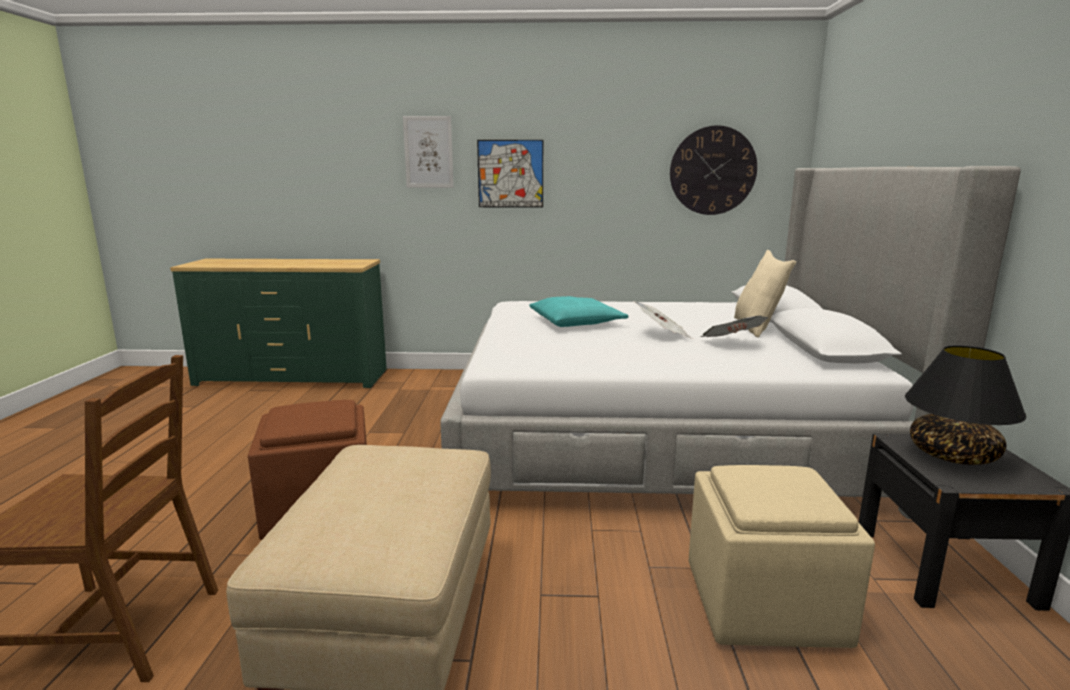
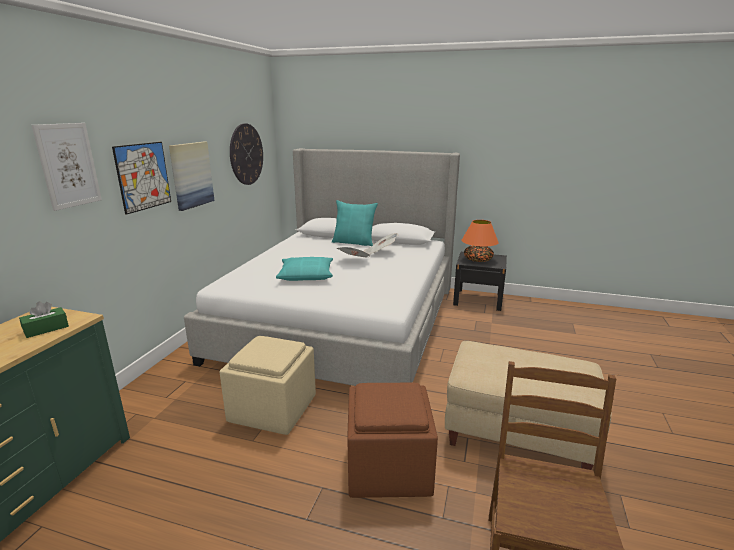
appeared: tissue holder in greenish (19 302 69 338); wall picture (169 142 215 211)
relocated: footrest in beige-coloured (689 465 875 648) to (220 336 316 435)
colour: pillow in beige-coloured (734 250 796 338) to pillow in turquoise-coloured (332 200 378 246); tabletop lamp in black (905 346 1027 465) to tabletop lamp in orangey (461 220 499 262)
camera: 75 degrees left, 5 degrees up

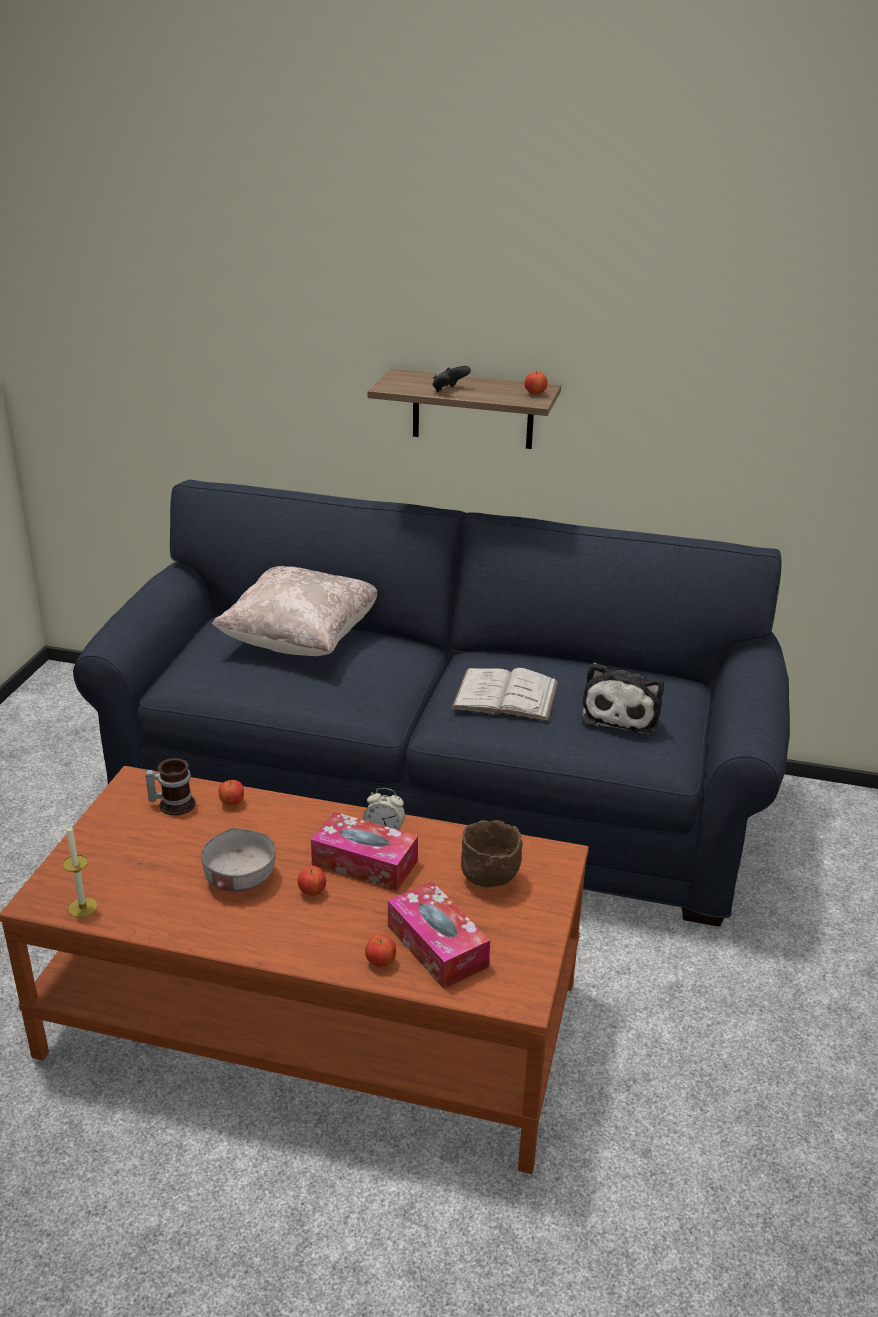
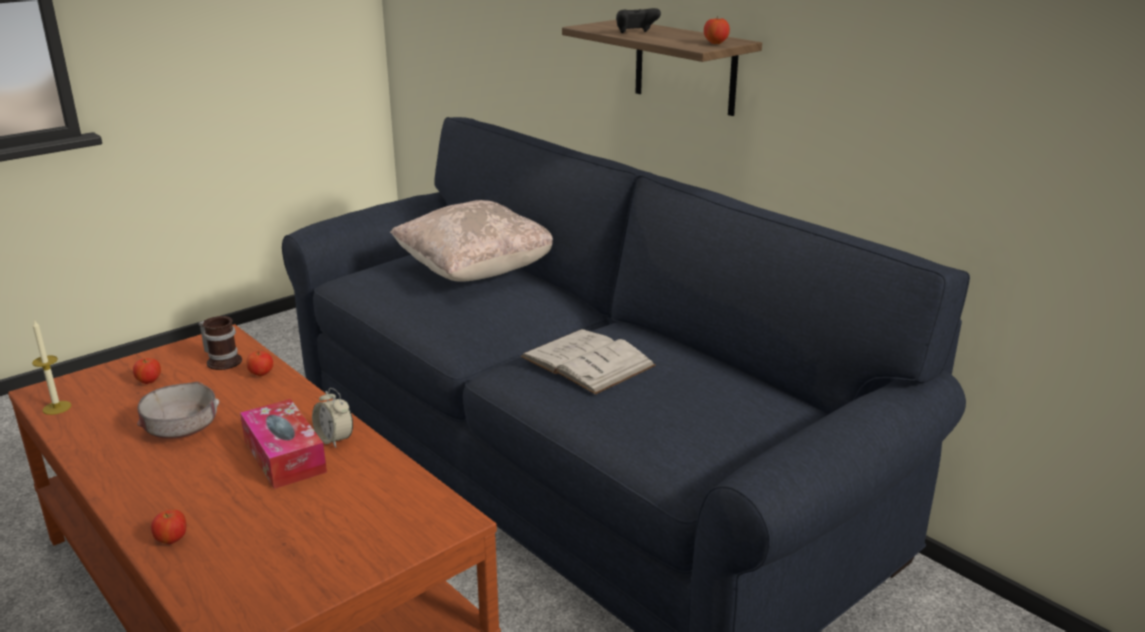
missing: tissue holder (388 881 490 989); serving bowl in brown (461 820 523 887); cuddly toy (582 663 664 735)
relocated: apple fruit (298 866 326 896) to (133 358 161 384)
camera: 35 degrees right, 5 degrees down

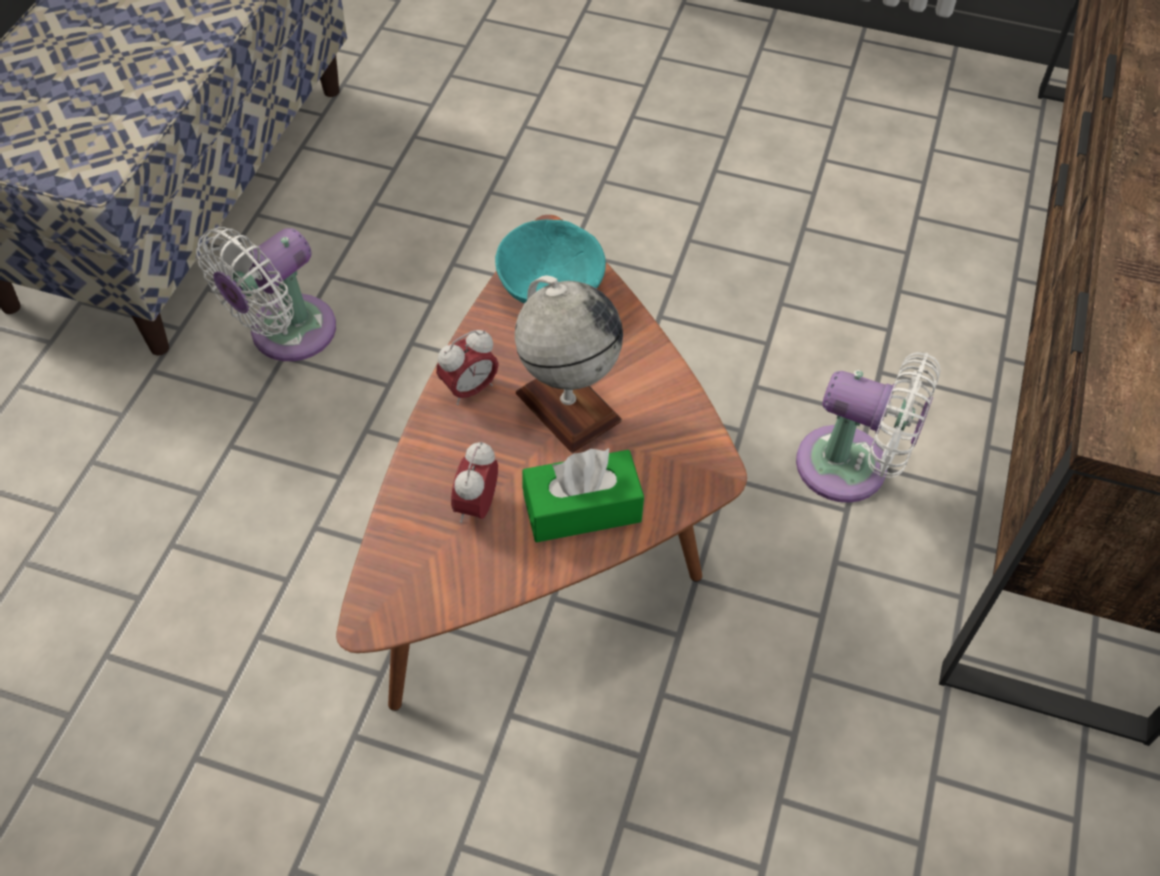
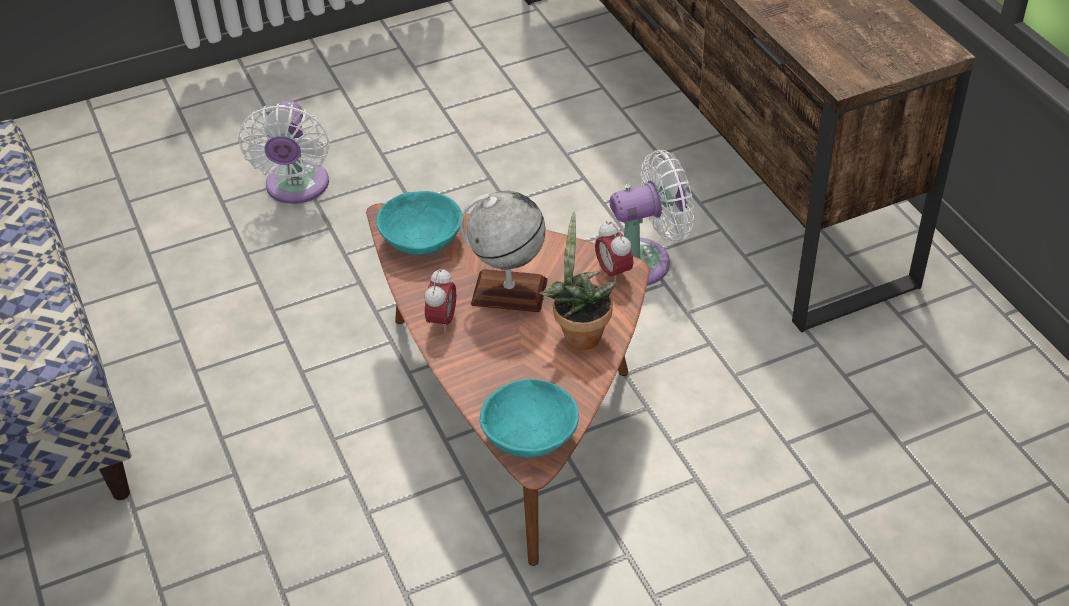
appeared: serving bowl in turquoise-coloured (480 379 579 458)
relocated: fan in white-coloured (196 227 336 361) to (238 100 329 204); table clock (451 441 498 523) to (595 221 633 283)
exchanged: tissue holder in greenish (523 448 644 543) to potted plant (539 212 616 350)
camera: 40 degrees left, 10 degrees down

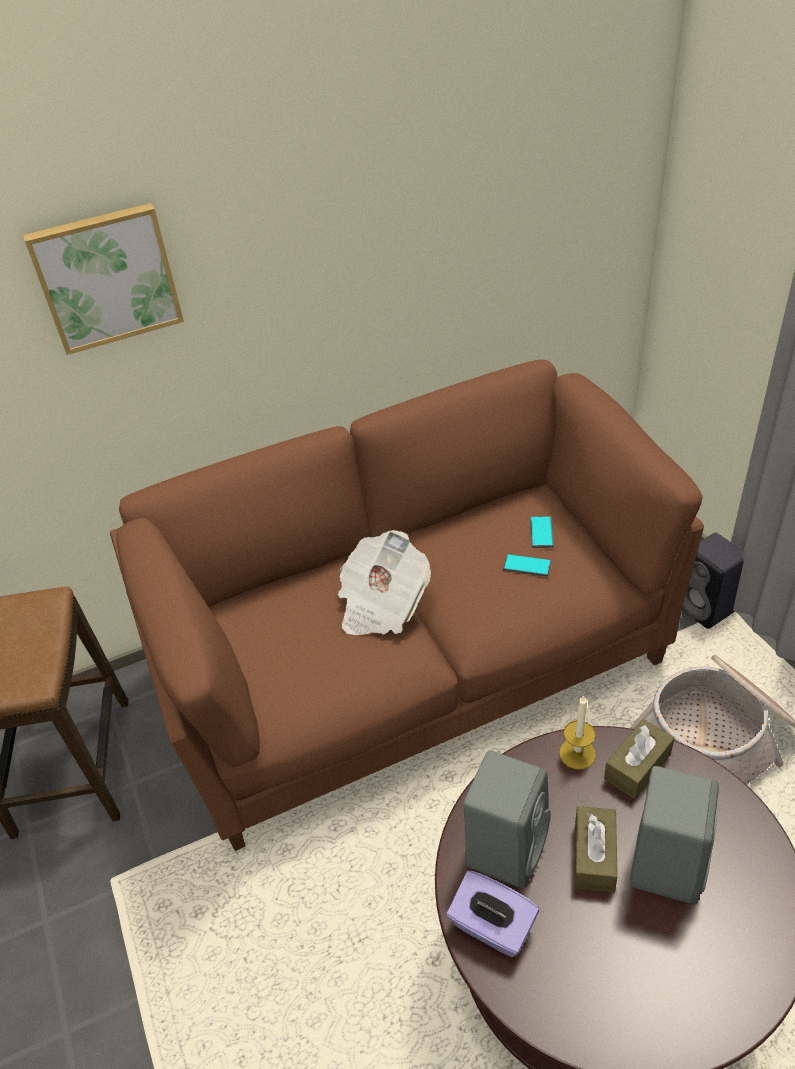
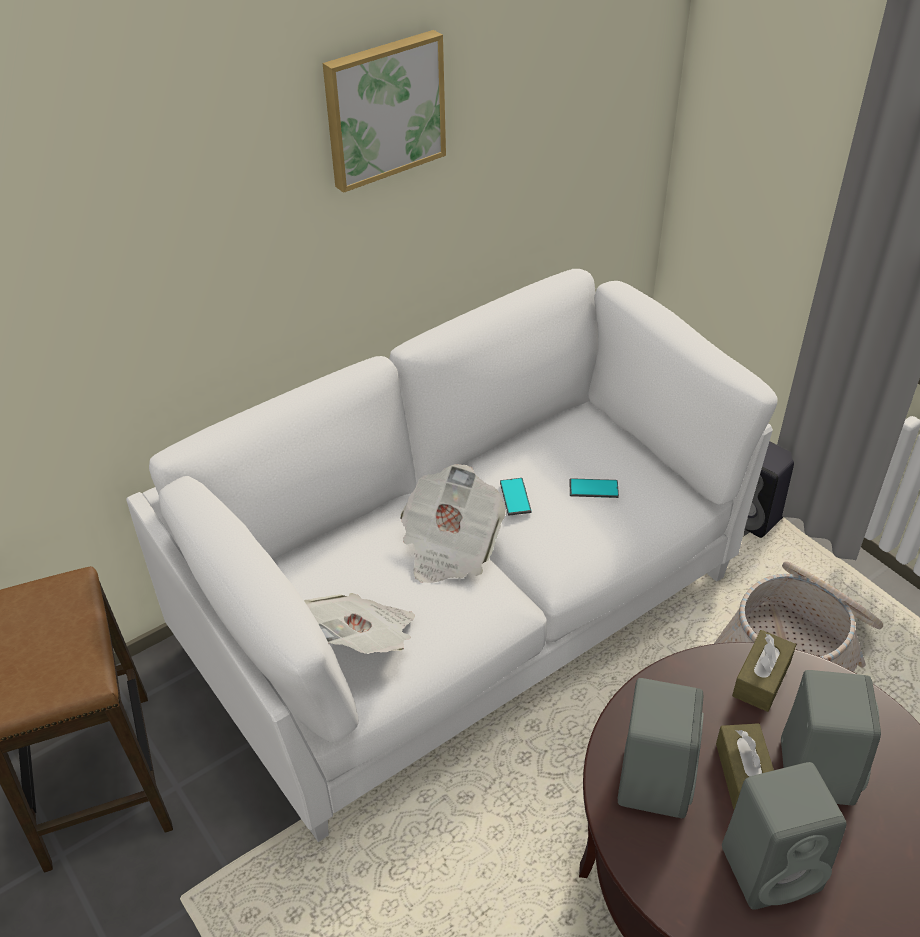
missing: tissue holder in purple (447 870 539 957); candle (559 695 596 769)
appeared: daily paper (304 593 415 654); audio speaker in grey (722 762 847 910)
relocated: wall picture (23 203 184 355) to (323 30 446 193); telephone (530 516 554 548) to (500 478 531 515)
colour: couch in brown (110 359 704 851) to couch in white-coloured (126 269 777 842)
camera: 15 degrees left, 0 degrees up

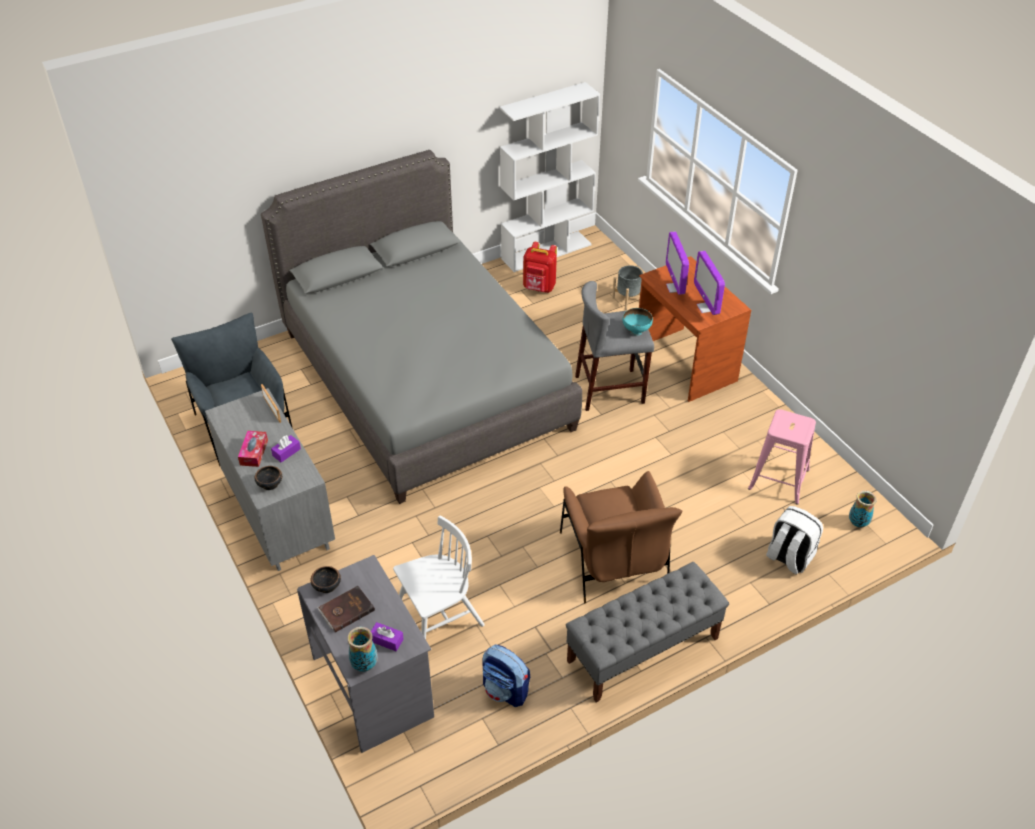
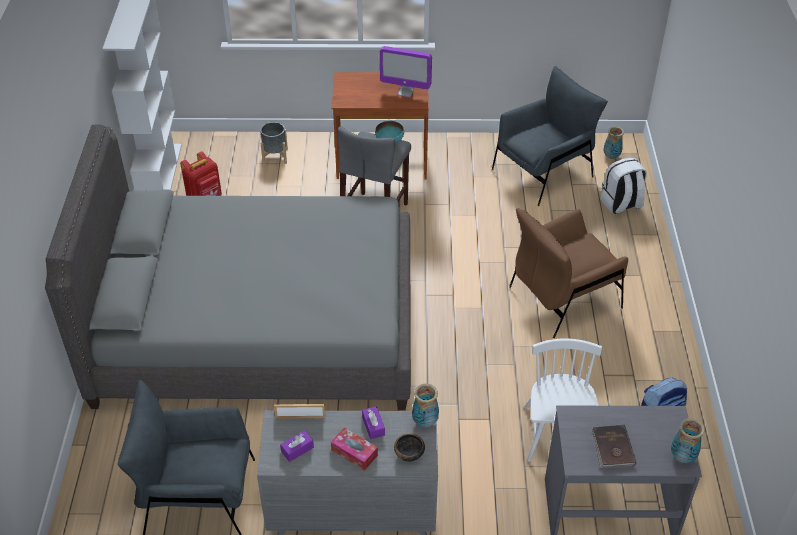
missing: serving bowl (311 566 341 593); indoor bench in grey (566 562 729 703); computer display (666 231 689 295)
appeared: flower vase (412 384 439 427)
relocated: tissue holder in purple (371 622 404 651) to (280 430 314 462)
exchanged: stool in pink (748 409 816 504) to armchair in grey (492 66 608 206)
spun: armchair in brown (560 471 683 603) = (509 208 628 338) 135 degrees clockwise
camera: 60 degrees left, 0 degrees up

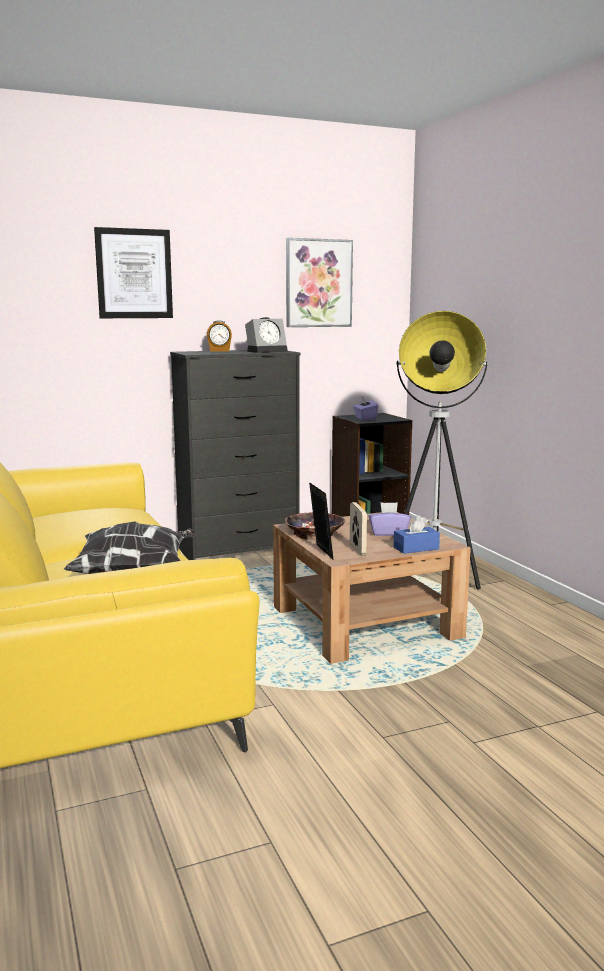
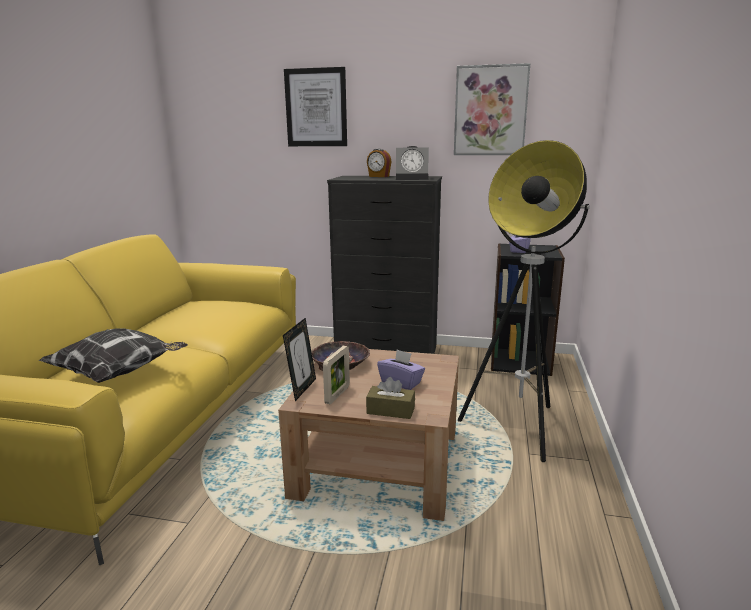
colour: tissue holder in blue (394 515 440 554) to tissue holder in brown (366 377 415 419)
camera: 35 degrees right, 5 degrees up

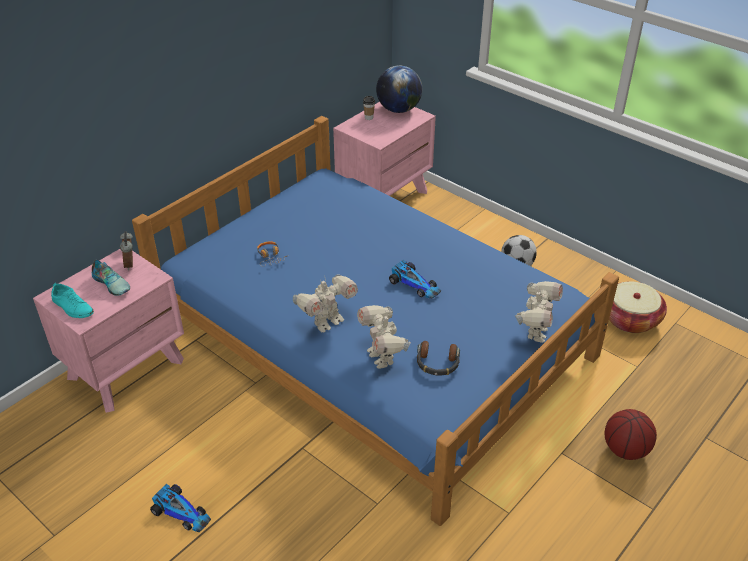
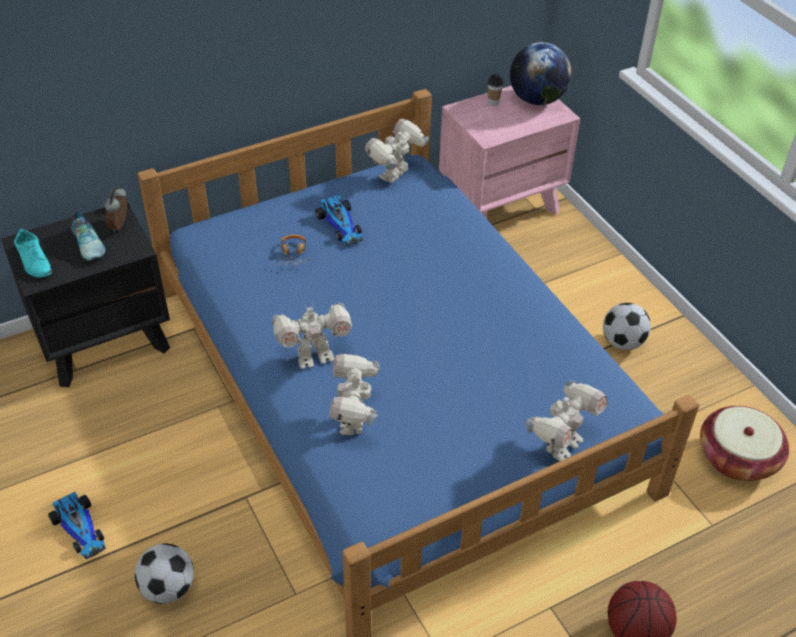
missing: pair of headphones (417 341 460 376)
appeared: ball for football (135 544 194 604); toy robot (365 119 429 183)
relocated: model car (389 260 441 299) to (315 195 363 245)
colour: nightstand in pink (33 249 184 413) to nightstand in black (1 202 170 387)
camera: 20 degrees right, 5 degrees up

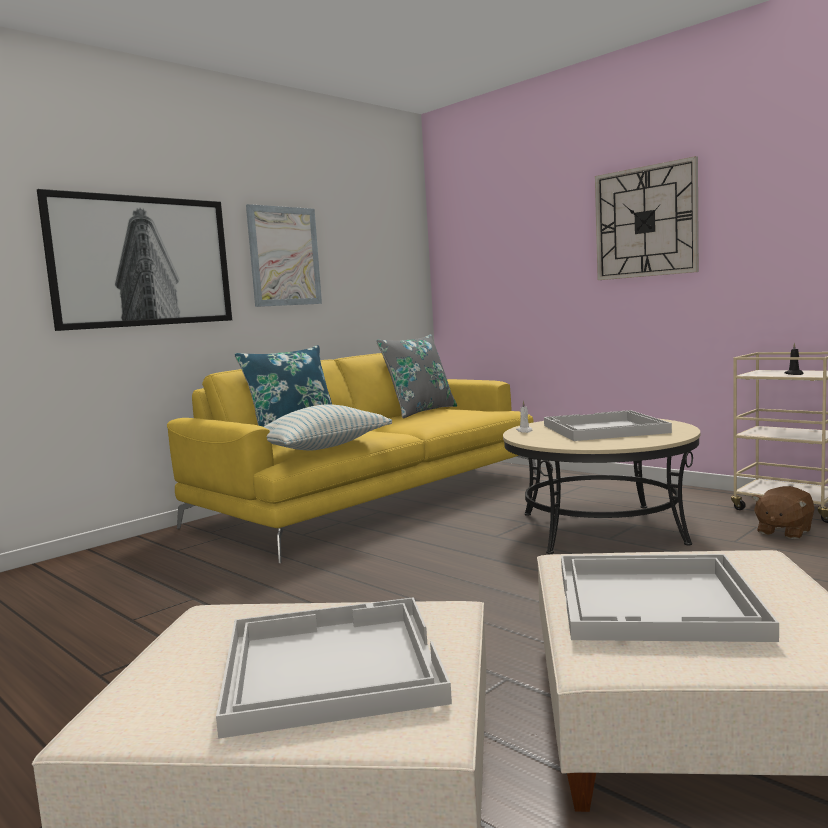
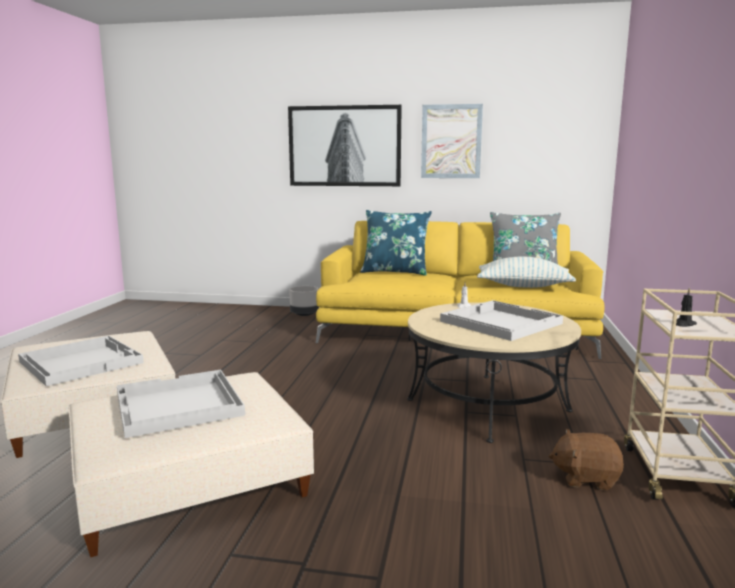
missing: wall clock (595 156 699 280)
appeared: flower pot in grey (289 286 319 316)
relocated: pillow (264 404 392 450) to (477 257 576 288)
camera: 55 degrees right, 5 degrees up

